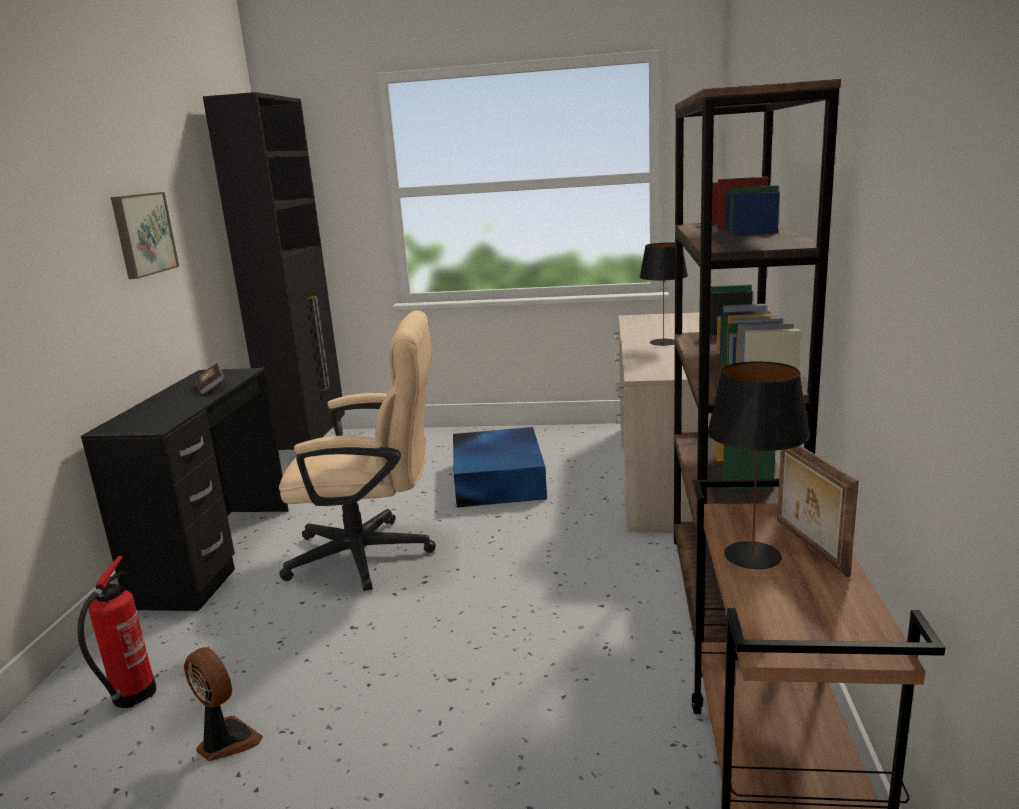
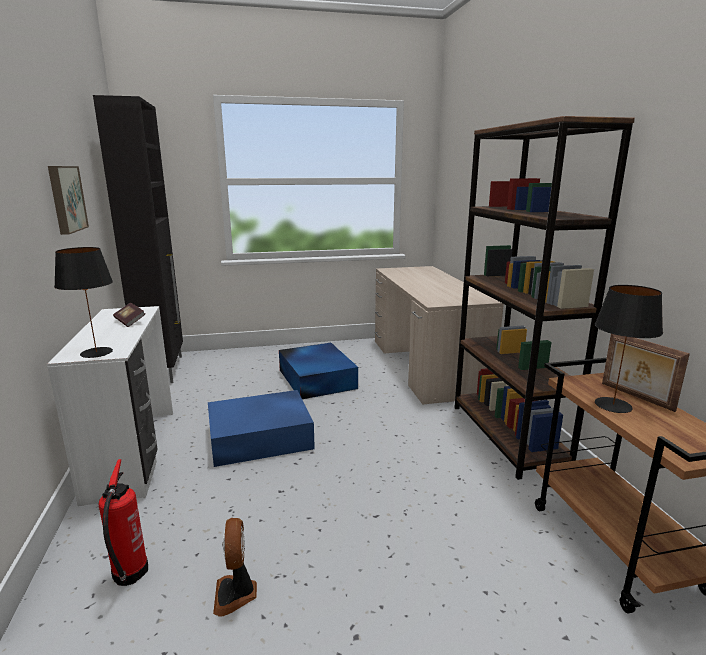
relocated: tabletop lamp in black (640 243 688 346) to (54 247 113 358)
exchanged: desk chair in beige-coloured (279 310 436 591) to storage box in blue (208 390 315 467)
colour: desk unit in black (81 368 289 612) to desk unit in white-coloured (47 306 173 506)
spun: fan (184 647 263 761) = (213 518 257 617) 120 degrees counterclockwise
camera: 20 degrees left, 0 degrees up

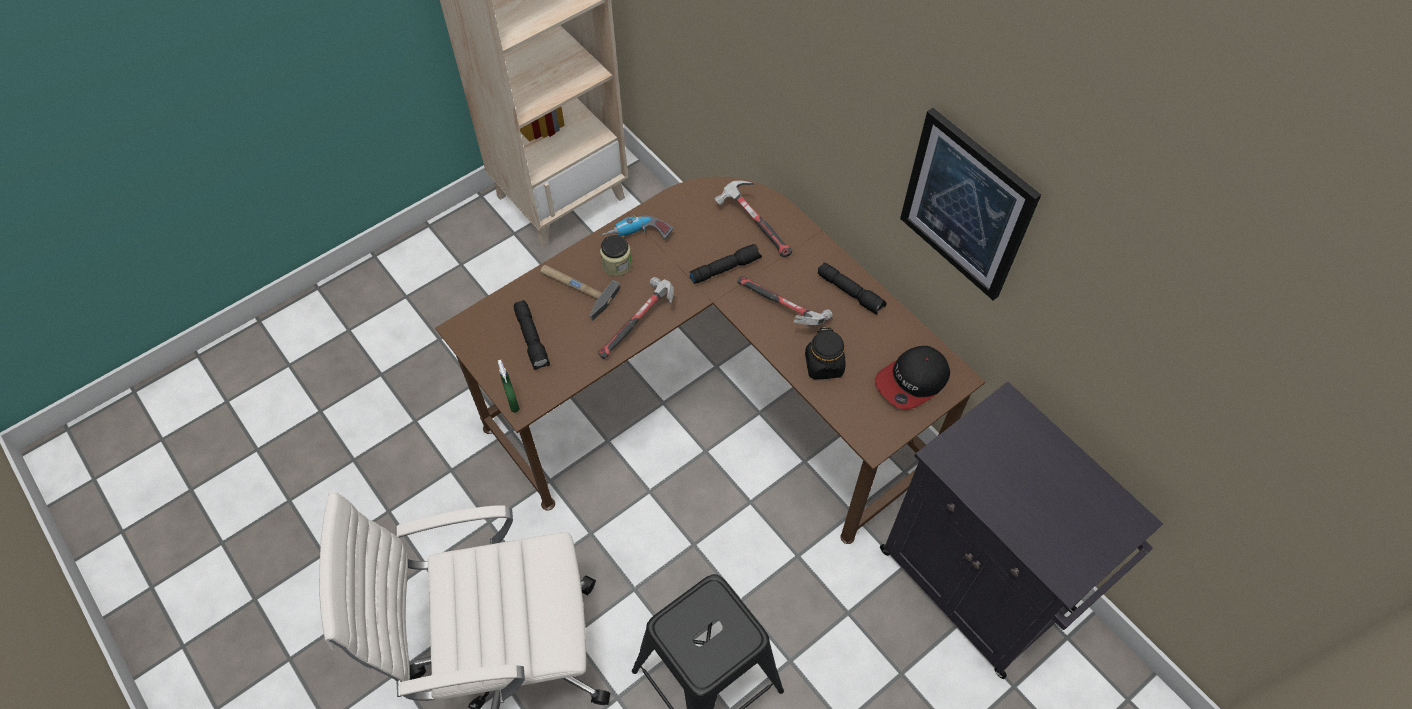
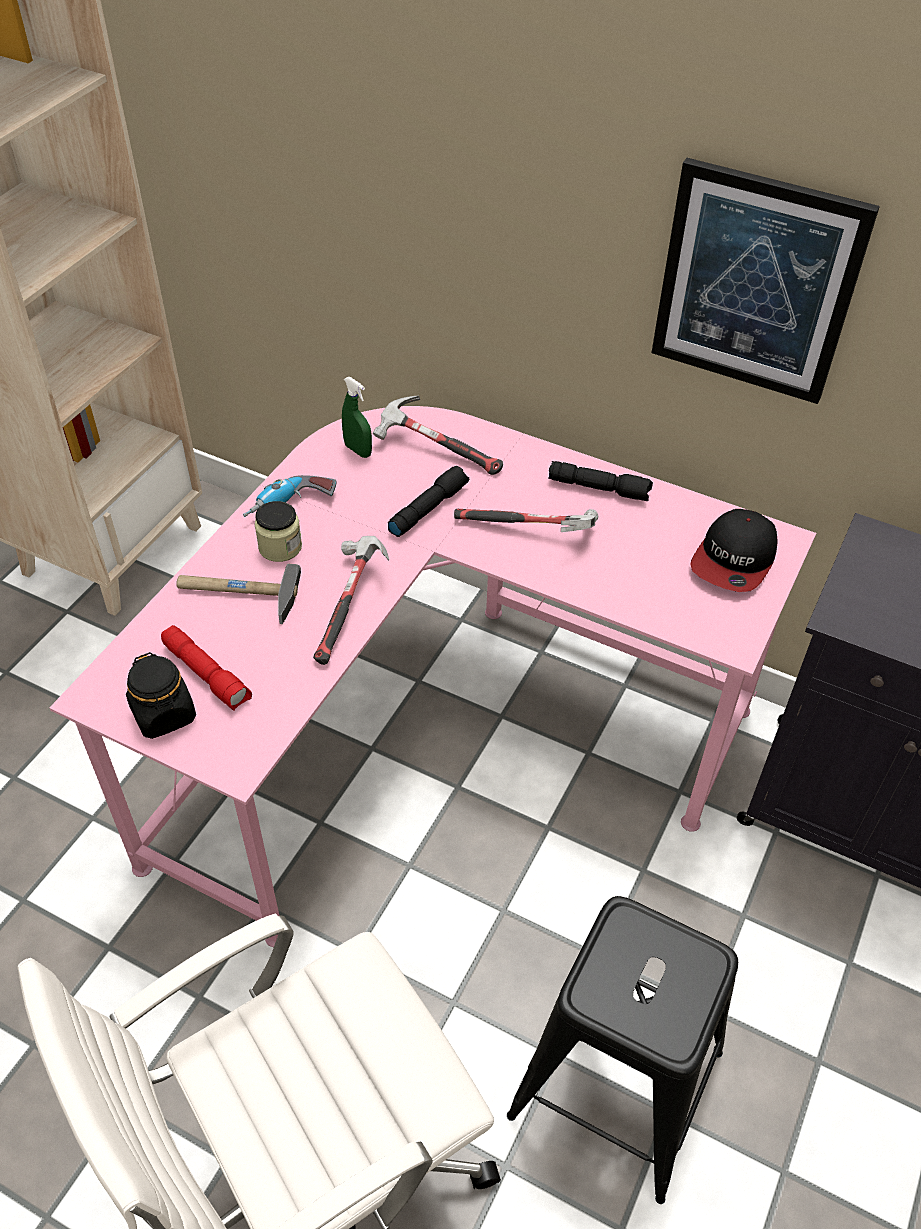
relocated: hand sprayer in greenish (498 360 520 413) to (342 377 372 458); storage jar in black (805 327 846 379) to (126 652 196 739)
colour: desk unit in brown (435 176 985 544) to desk unit in pink (49 406 816 947); torch in black (514 300 550 371) to torch in red-coloured (161 625 252 711)
camera: 25 degrees left, 10 degrees down

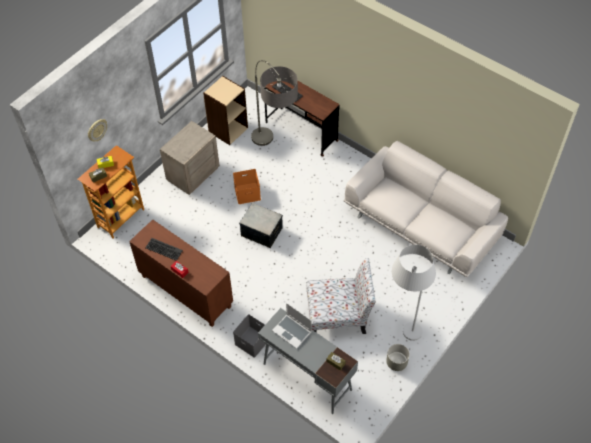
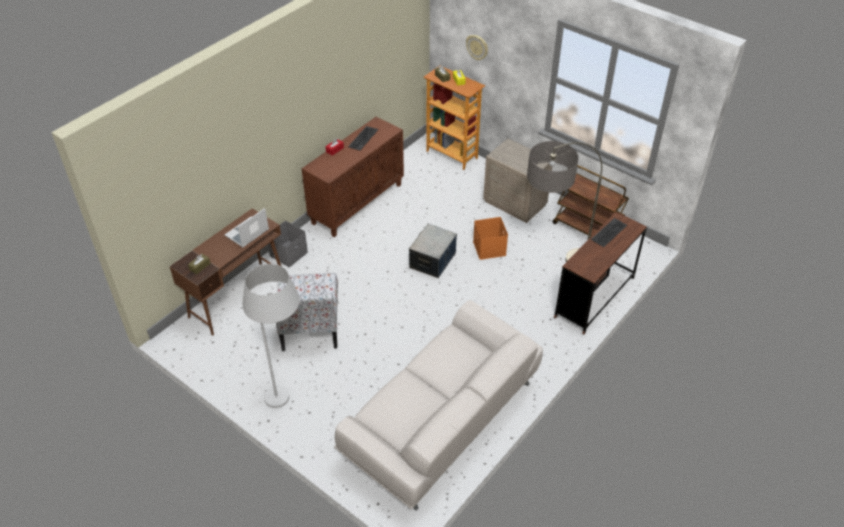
missing: flower pot in grey (386 344 410 371)
exchanged: shelving unit in beige-coloured (203 76 248 145) to trolley in brown (552 165 629 236)
colour: desk unit in grey (258 308 358 414) to desk unit in brown (169 208 281 336)
camera: 90 degrees right, 10 degrees down

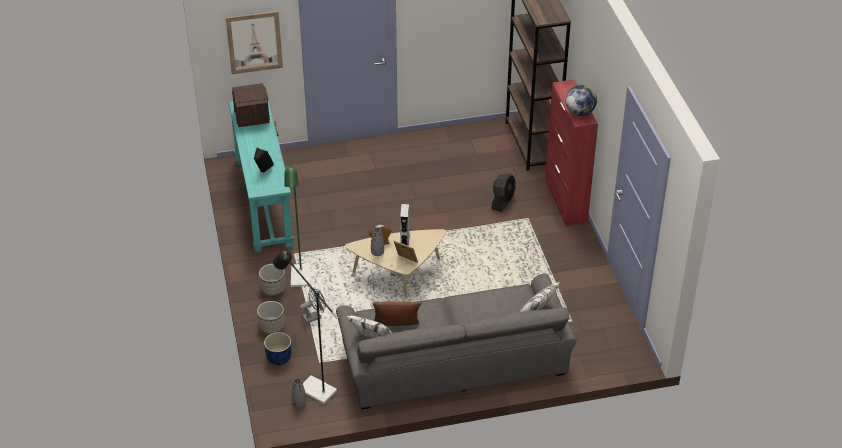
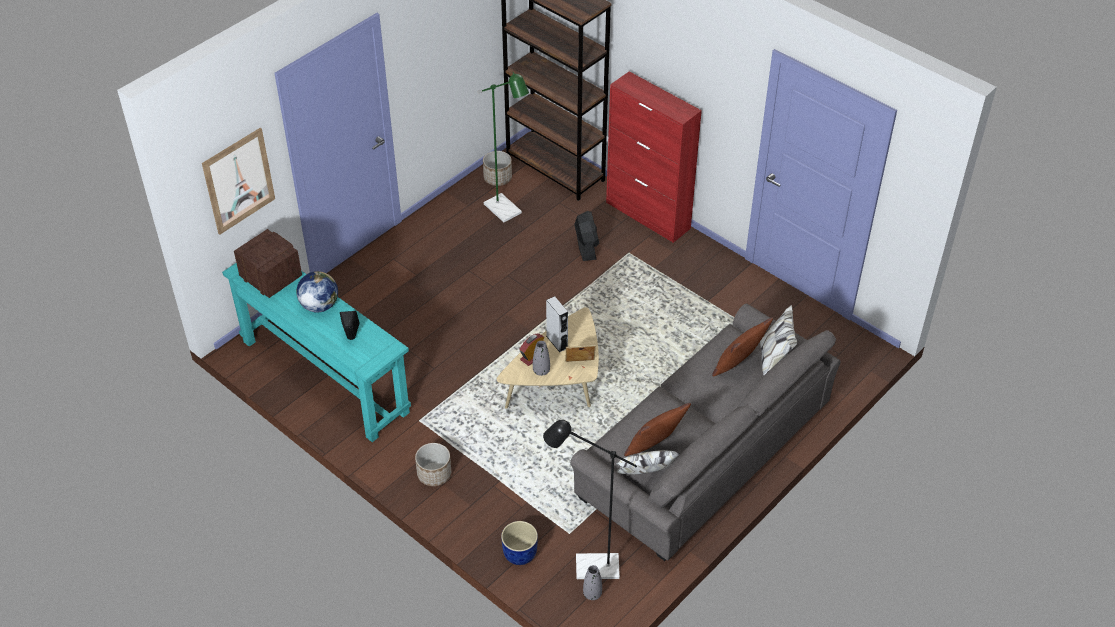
missing: fan in grey (300 288 326 323)
appeared: pillow in brown (712 318 773 377)
relocated: flower pot (257 301 285 334) to (483 151 512 186); standard lamp in greenish (284 165 311 287) to (478 72 529 222); desk globe (566 85 597 116) to (296 271 338 313)
camera: 35 degrees left, 5 degrees up

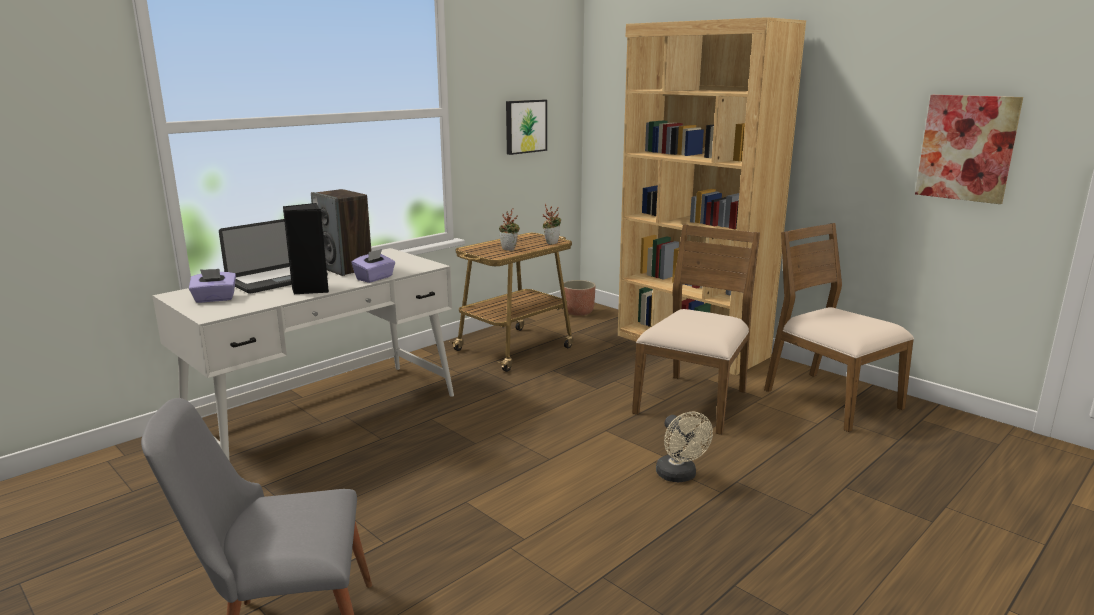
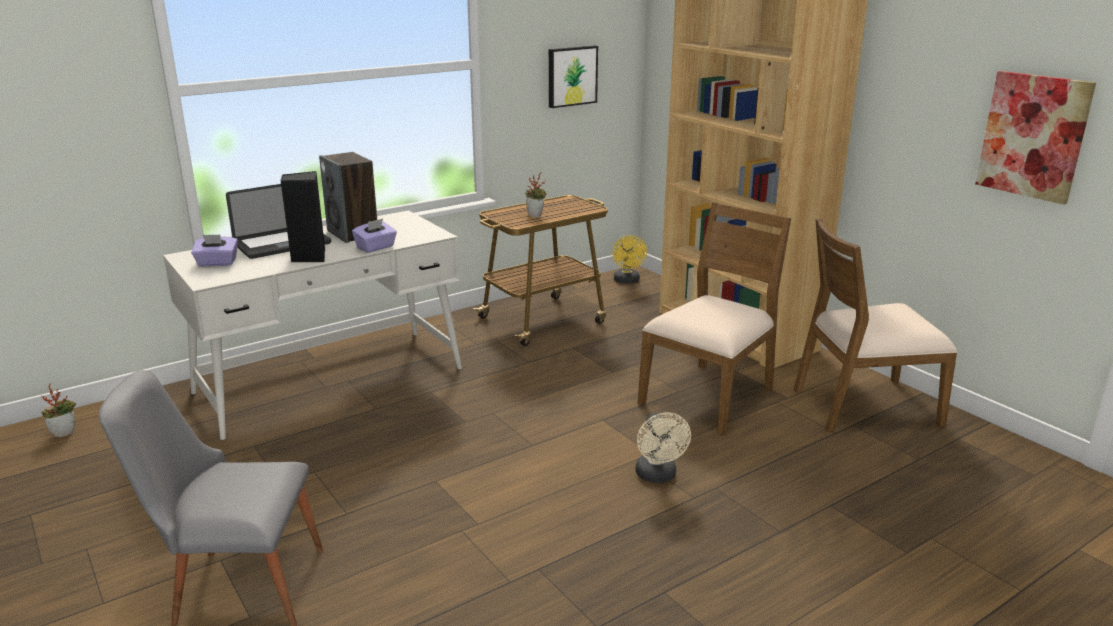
relocated: potted plant (543 204 561 245) to (41 383 76 438)
exchanged: flower pot (564 280 596 316) to fan in yellow-coloured (612 235 647 284)
spun: chair in brown (764 223 914 432) = (794 218 958 432) 75 degrees counterclockwise
camera: 10 degrees right, 5 degrees up

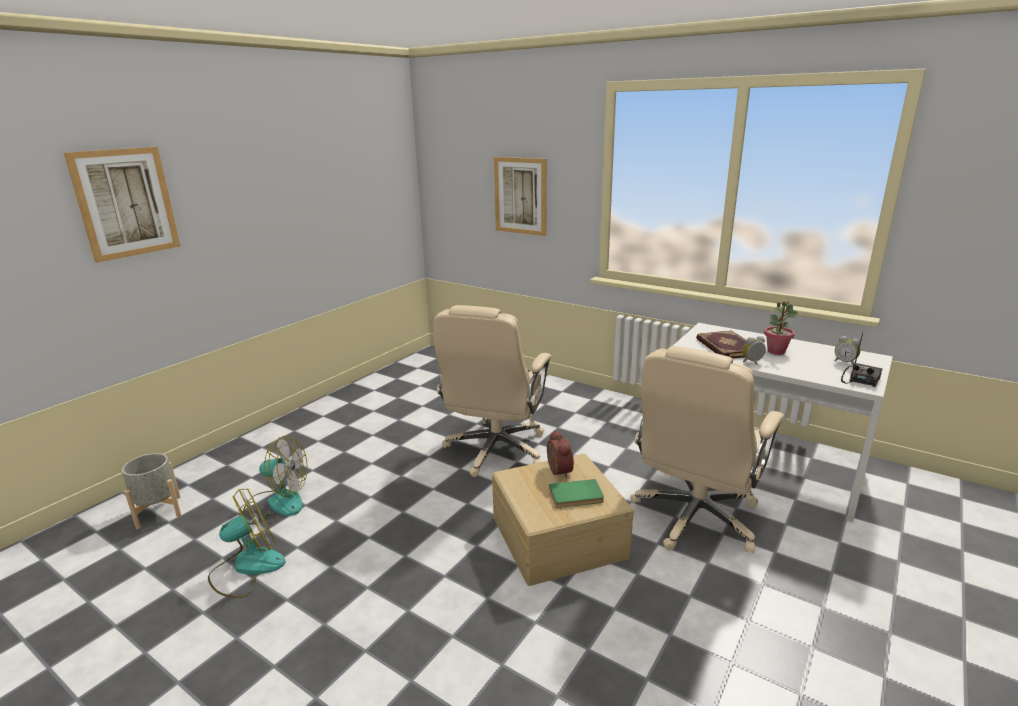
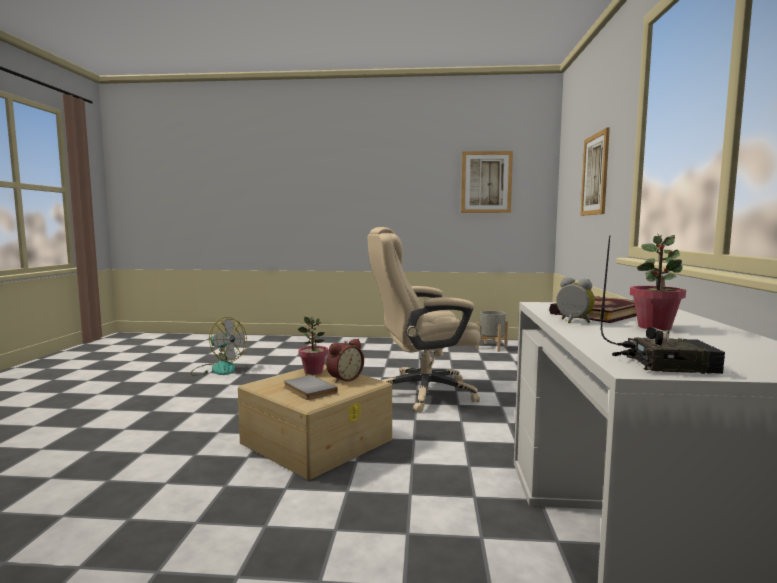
missing: fan (243 436 308 525); desk chair in beige-coloured (630 346 784 553); table clock (834 336 861 366)
appeared: potted plant (298 317 328 375)
relocated: wall picture (64 147 180 263) to (461 151 513 213); flower pot in grey (122 453 182 529) to (476 311 508 352)
colour: book in greenish (549 479 604 508) to book in grey (284 375 338 400)
camera: 60 degrees right, 15 degrees down

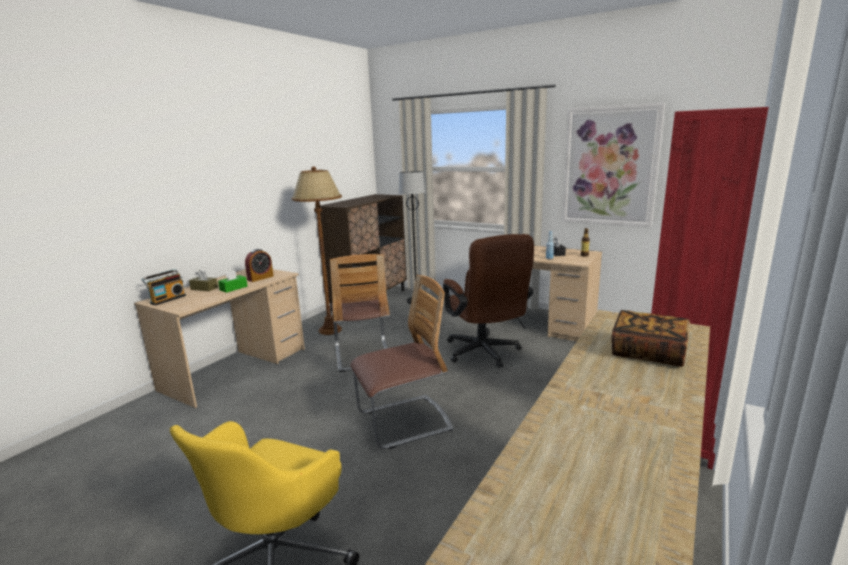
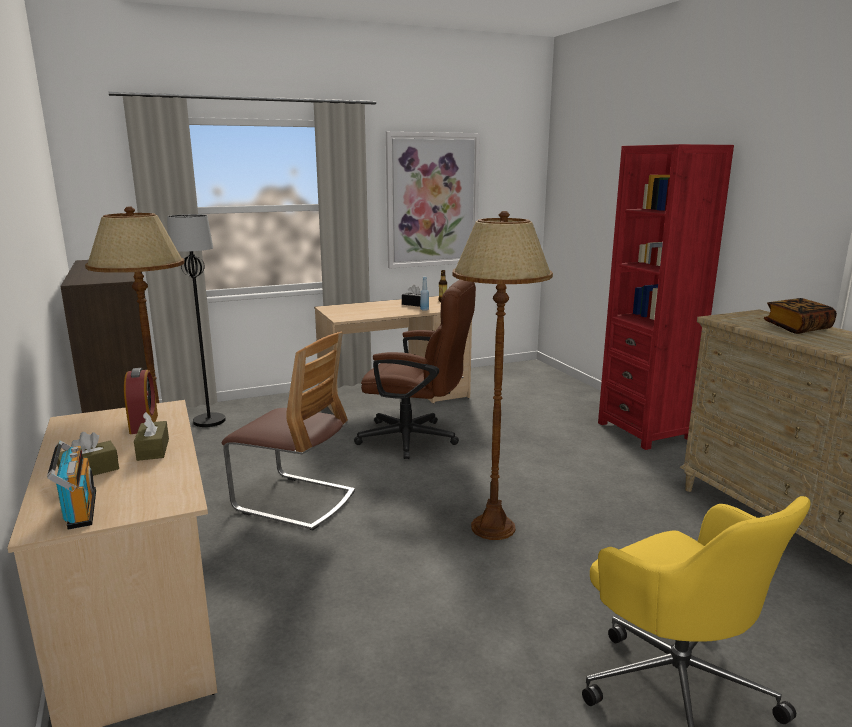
exchanged: chair (350 275 453 449) to standard lamp in brown (452 211 553 540)
colour: tissue holder in greenish (218 269 248 293) to tissue holder in brown (134 412 169 461)
camera: 55 degrees left, 0 degrees up

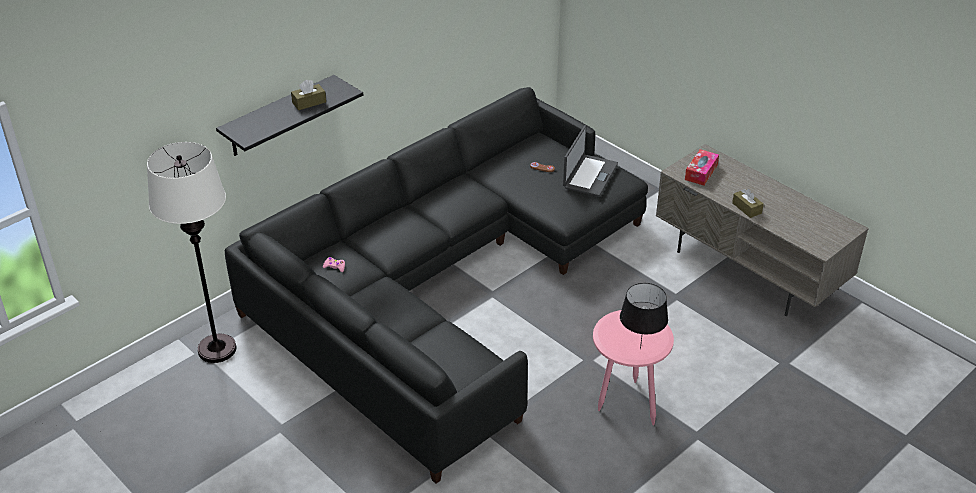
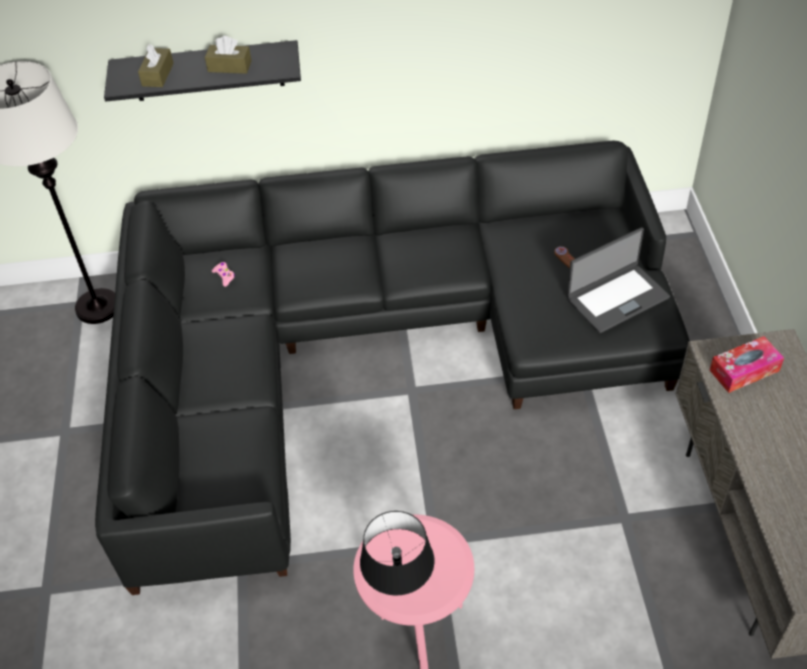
relocated: tissue holder in brown (732 189 764 218) to (138 44 174 87)
camera: 40 degrees right, 10 degrees up

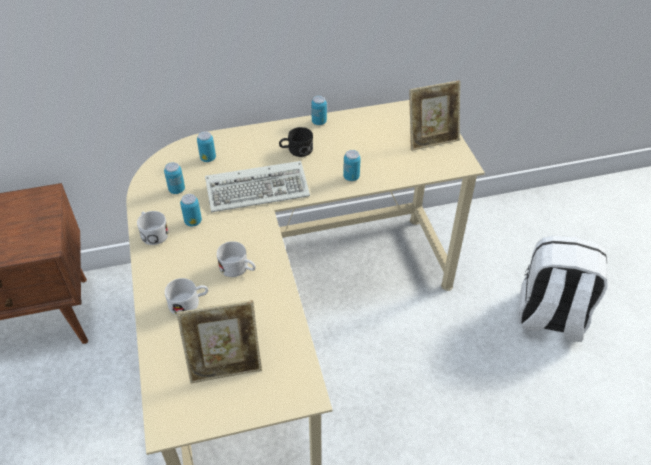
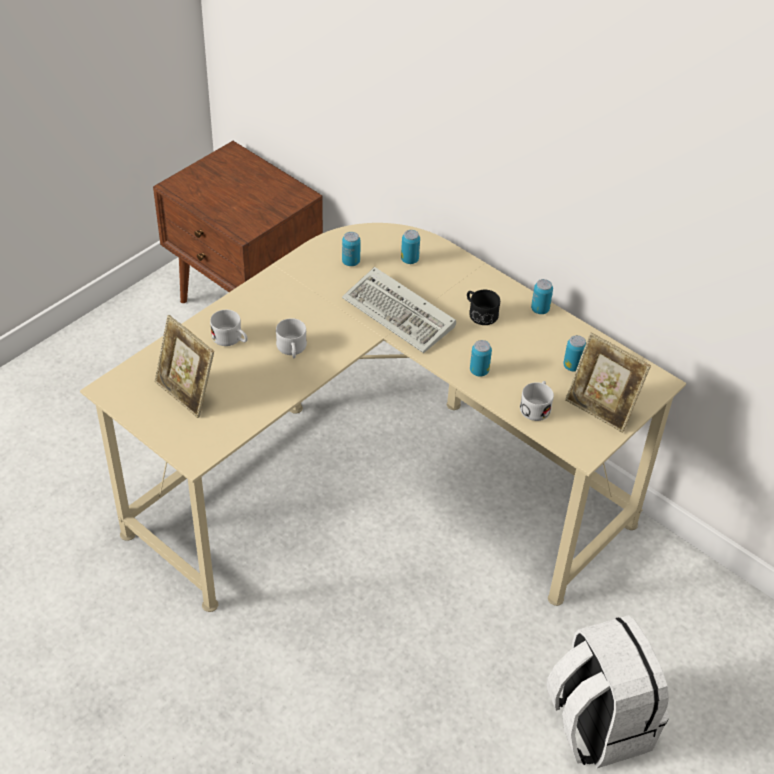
relocated: tea mug in white-coloured (137 211 169 245) to (520 381 554 421); can (180 194 202 227) to (563 335 586 372)
camera: 55 degrees right, 0 degrees up

